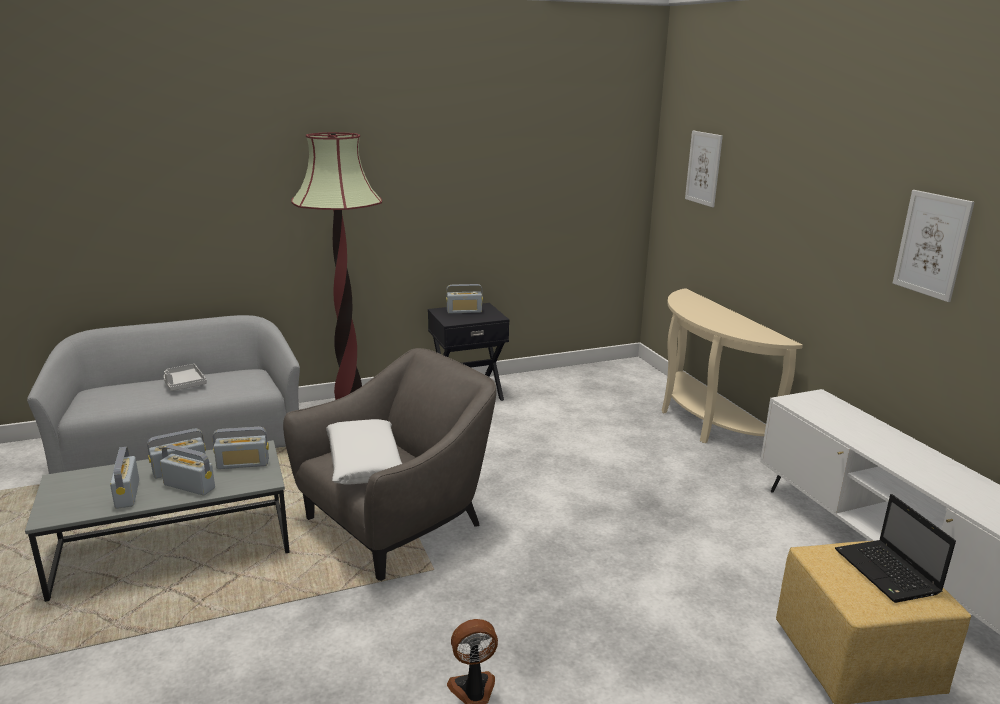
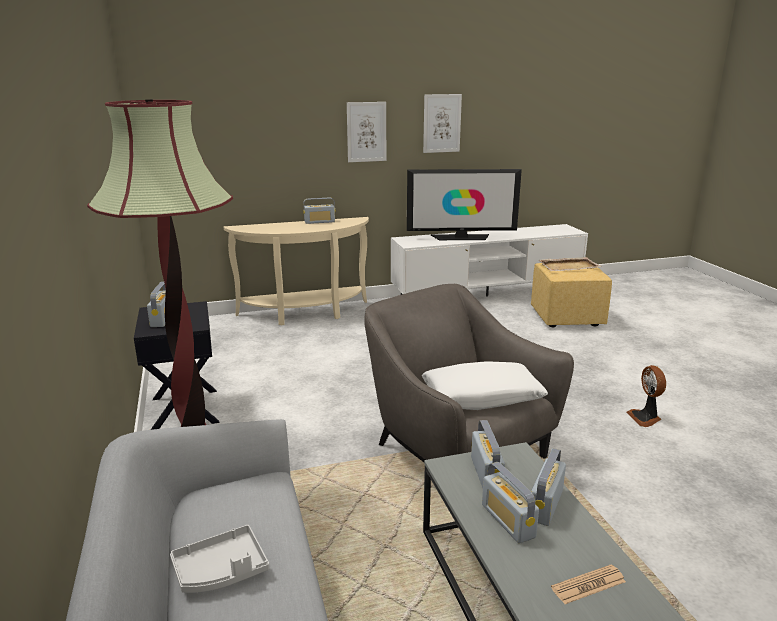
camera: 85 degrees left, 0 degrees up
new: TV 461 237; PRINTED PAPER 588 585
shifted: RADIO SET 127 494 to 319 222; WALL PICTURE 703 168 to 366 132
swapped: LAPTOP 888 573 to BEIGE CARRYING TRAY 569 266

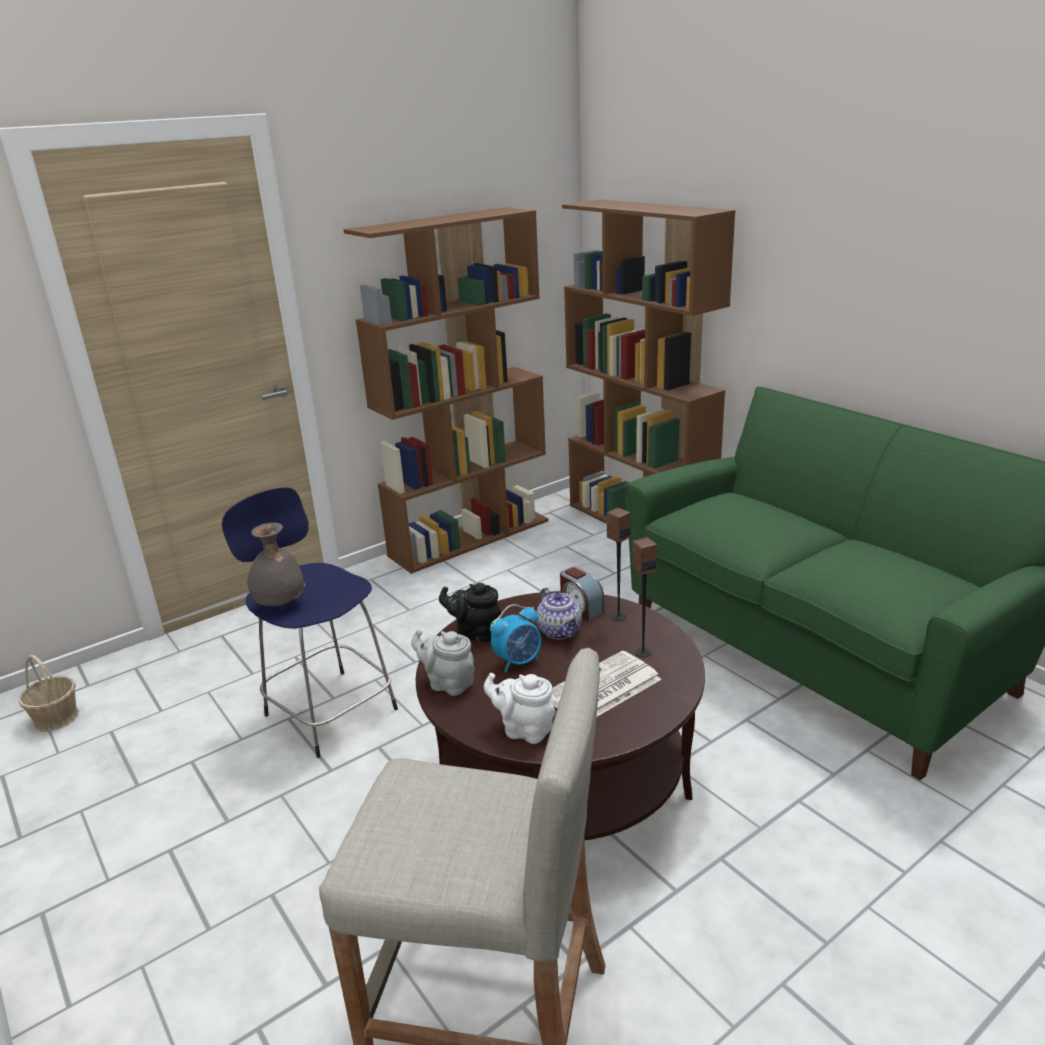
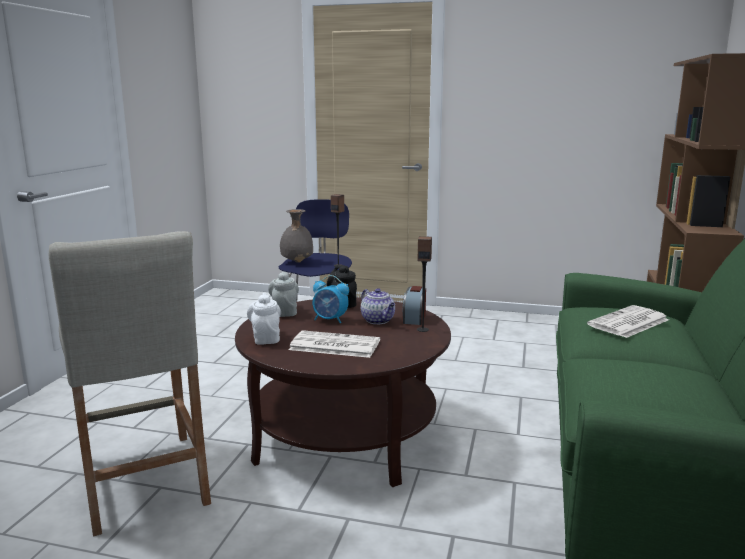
camera: 50 degrees right, 10 degrees down
gone: STORAGE BASKET 56 718; BROWN SHELVING UNIT 470 537
new: PRINTED PAPER 628 323
shifted: LOUDSPEAKER 643 652 to 338 265
rotated: POT FOR TEA 560 631 = 378 320 60 degrees counterclockwise

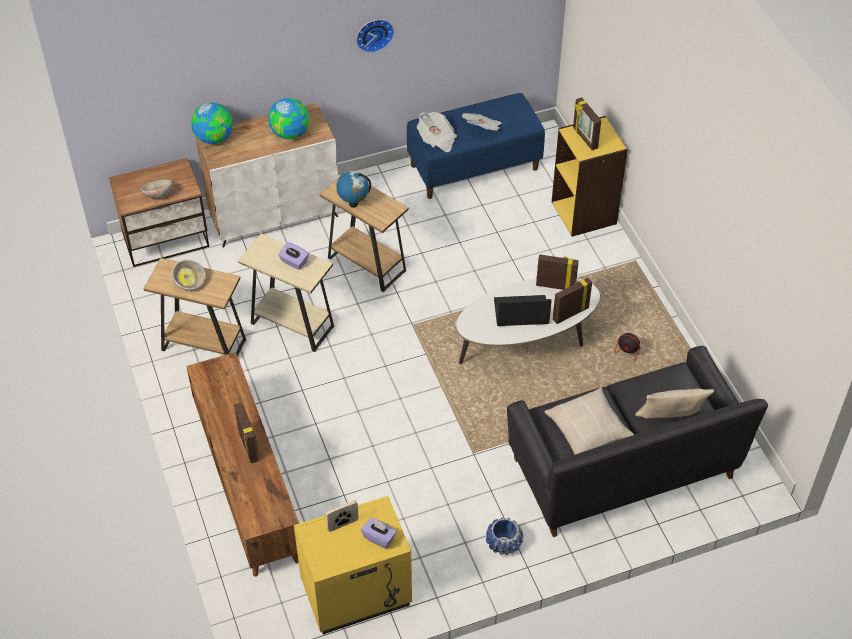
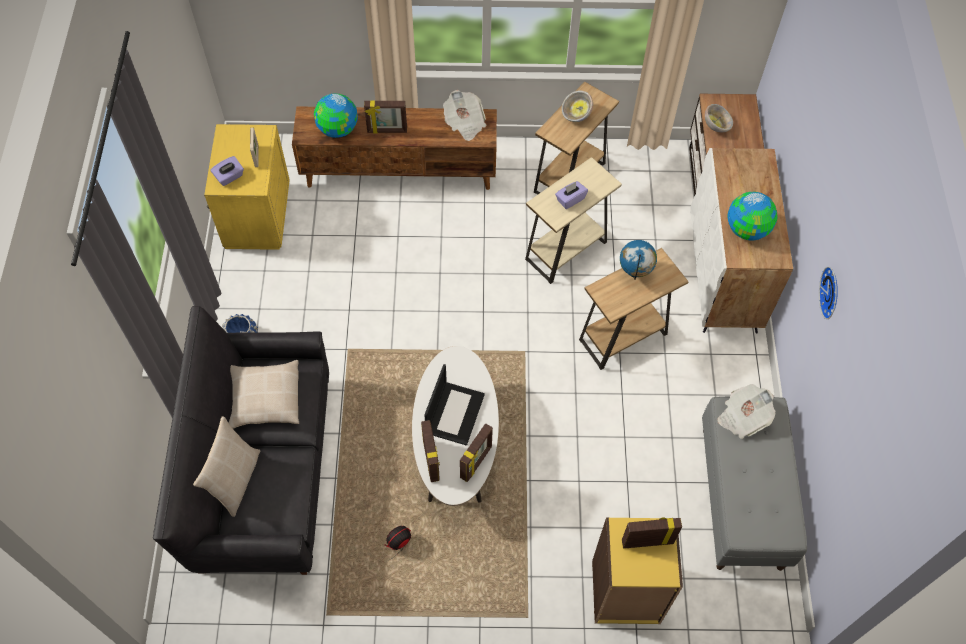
camera: 110 degrees right, 10 degrees up
shifted: DESK GLOBE 214 138 to 338 129; PRINTED PAPER 482 129 to 464 123
repainted: BLUISH LONG SEAT 474 167 to GRAY LONG SEAT 742 498

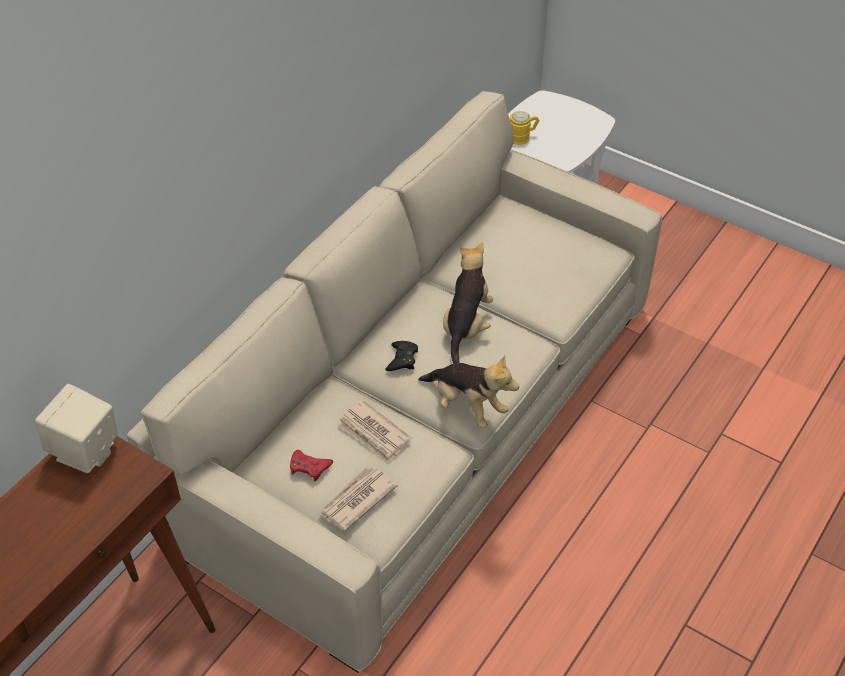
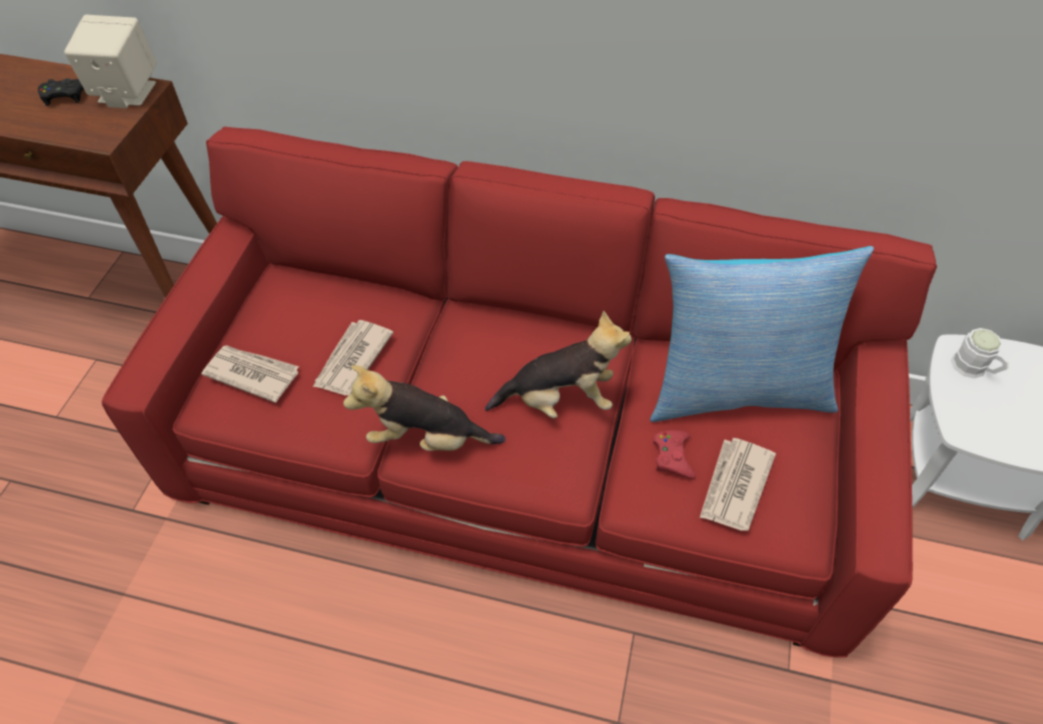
camera: 70 degrees right, 5 degrees up
new: THROW PILLOW 736 390; PRINTED PAPER 734 486
shifted: RED-COLOURED GAMEPAD 309 467 to 673 456; BLACKISH GAMEPAD 402 359 to 65 95
repainted: BEIGE COUCH 422 417 to RED-COLOURED COUCH 523 450; YELLOW-COLOURED COFFEE MUG 523 137 to WHITISH COFFEE MUG 974 369
rotated: PLUSH TOY 466 406 = 426 439 75 degrees clockwise

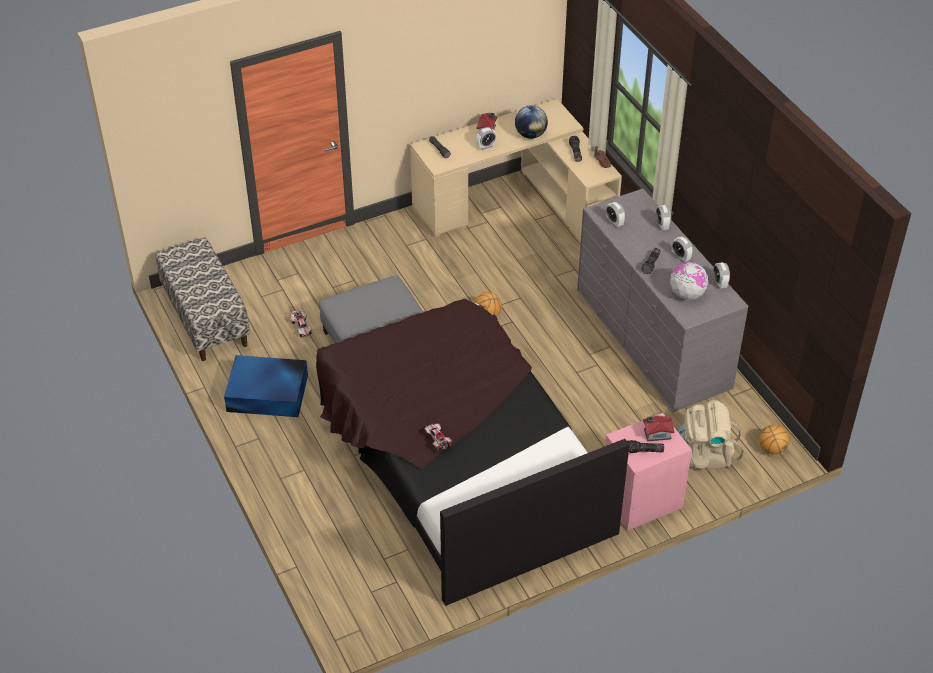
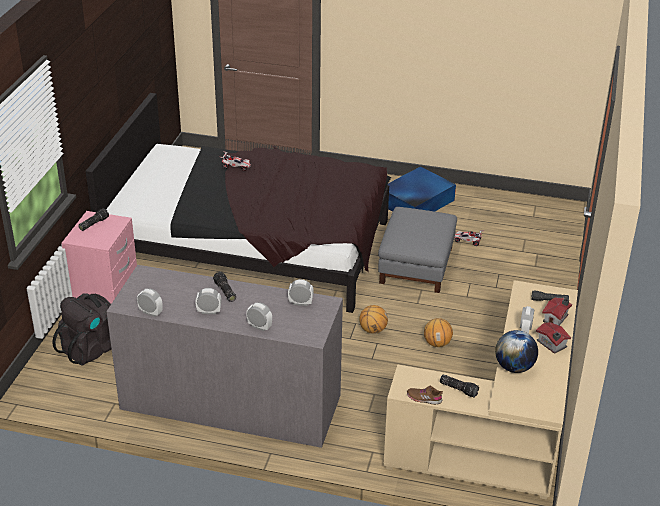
camera: 130 degrees right, 10 degrees down
gone: LONG SEAT 205 318; DESK GLOBE 687 294
shifted: TOY HOUSE 656 433 to 556 318; BALL FOR BASKETBALL 771 449 to 437 343
repainted: BEIGE KNAPSACK 704 455 to BLACKISH KNAPSACK 91 348

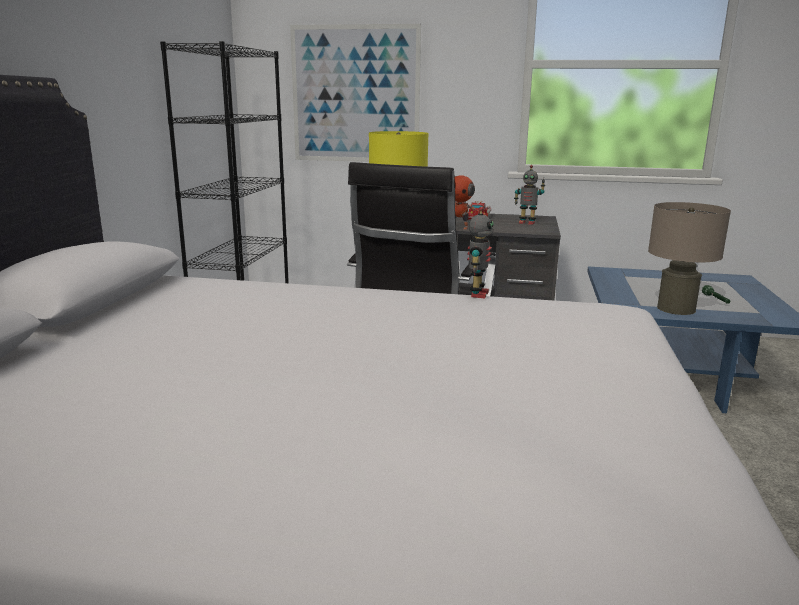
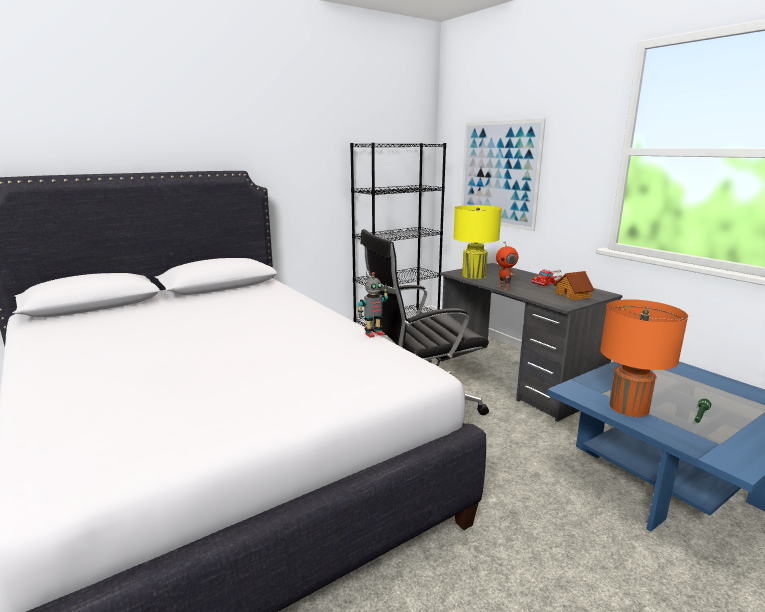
camera: 45 degrees right, 0 degrees up
swapped: MODEL ROBOT 527 223 to TOY HOUSE 573 295
repainted: BEIGE TABLETOP LAMP 676 309 to ORANGE TABLETOP LAMP 628 407

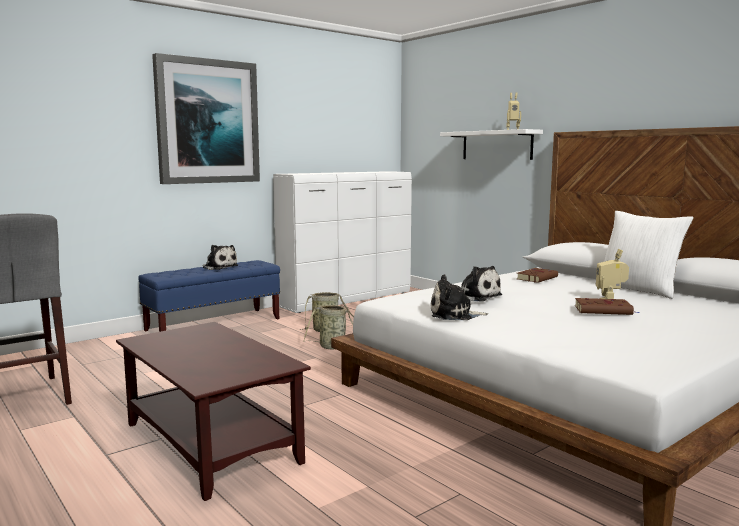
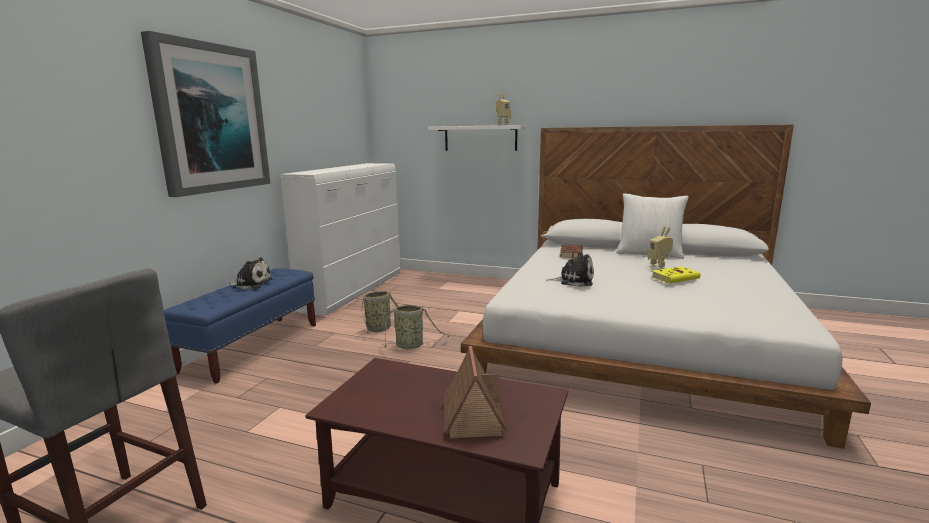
camera: 30 degrees left, 5 degrees up
gone: PLUSH TOY 454 315
new: TOY HOUSE 472 416
repainted: BROWN BOOK 604 310 to YELLOW-COLOURED BOOK 676 278

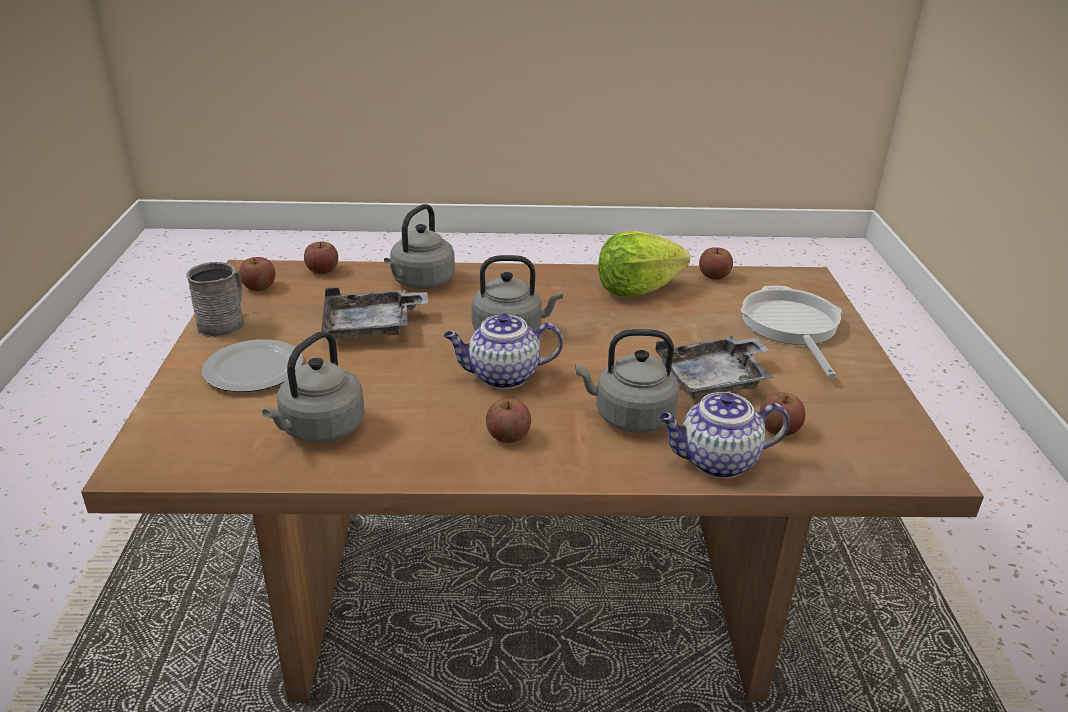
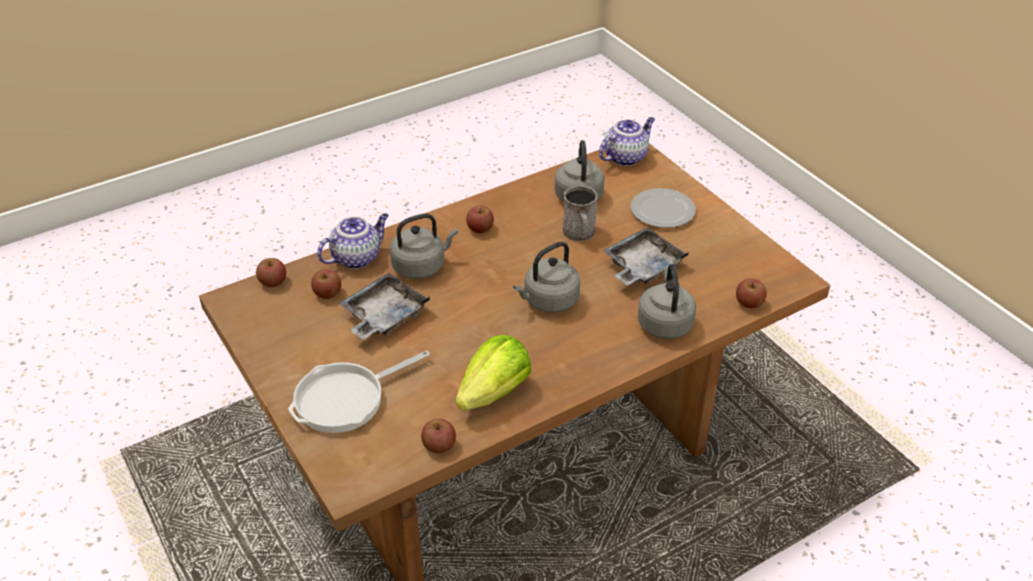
camera: 150 degrees right, 10 degrees up
shifted: GRAY COFFEE MUG 225 323 to 580 234; WHOLE APPLE 259 287 to 273 282; POT FOR TEA 502 376 to 625 157
rotated: FRYING PAN 791 327 = 346 399 90 degrees clockwise

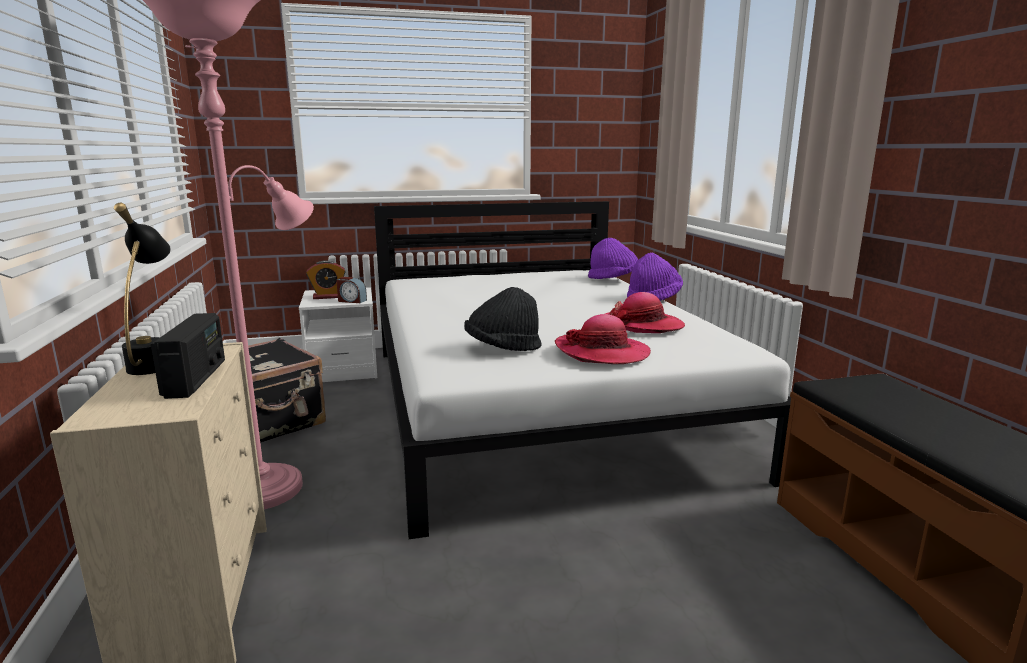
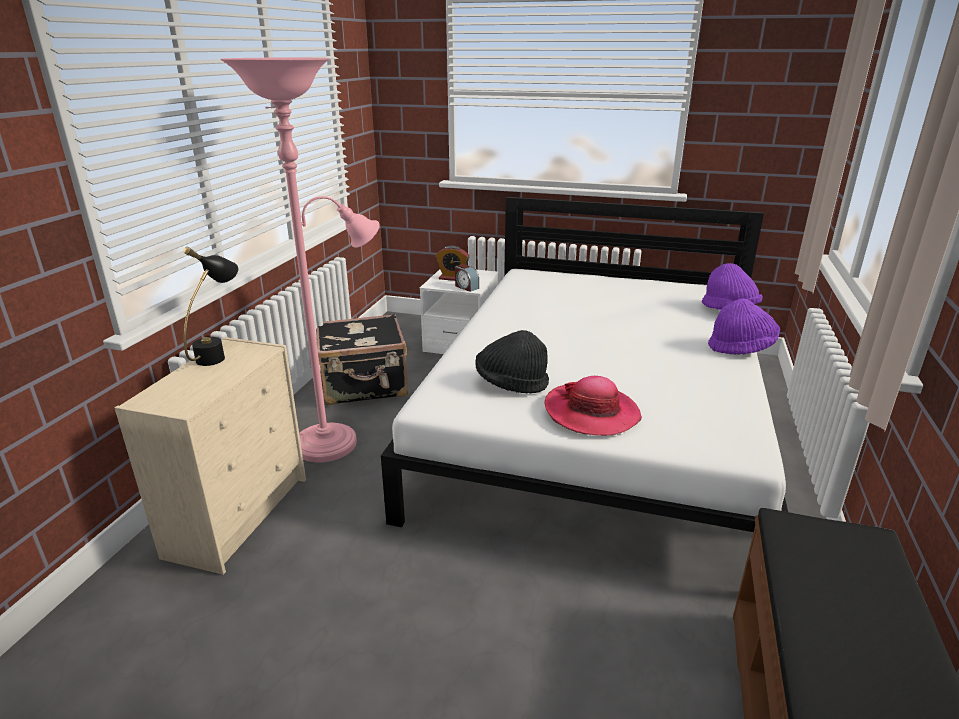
camera: 30 degrees right, 10 degrees up
gone: RADIO SET 196 379; WEARABLE HAT 642 325

